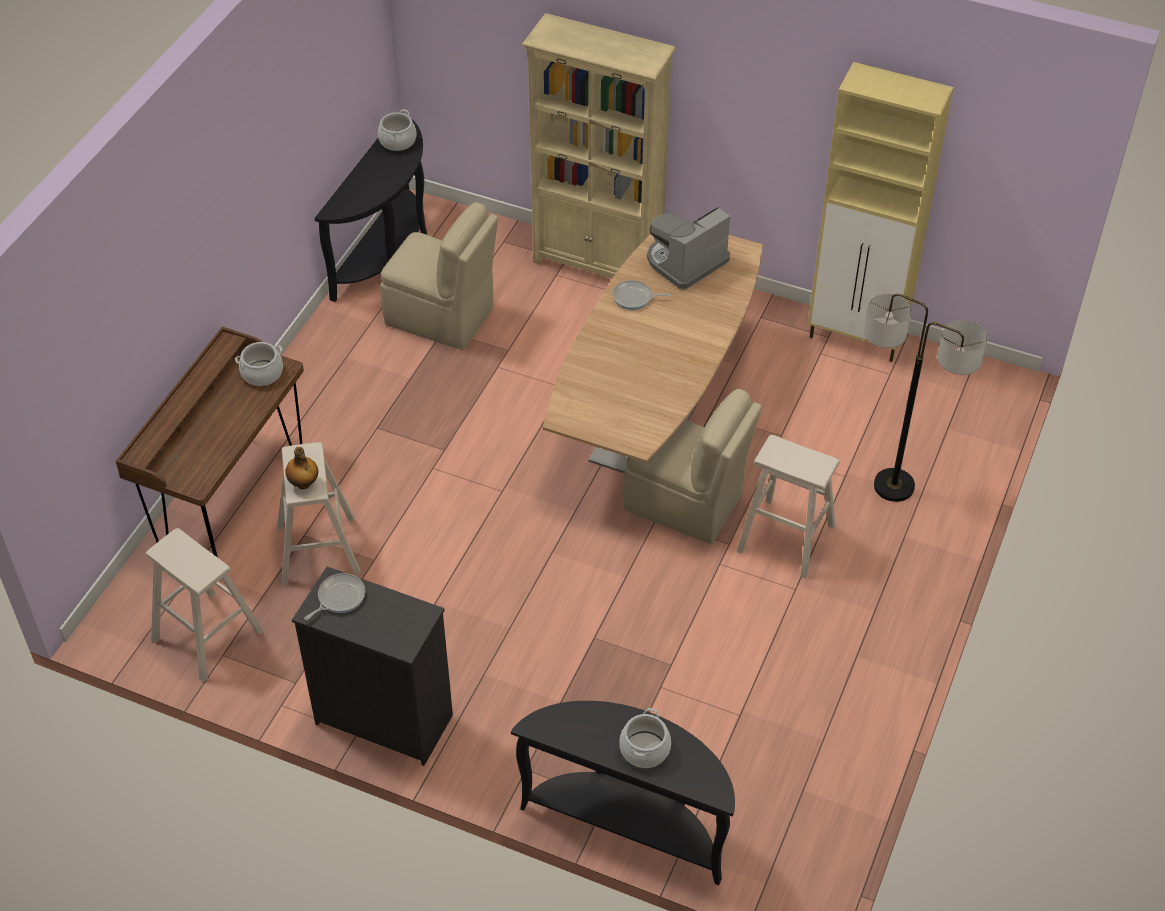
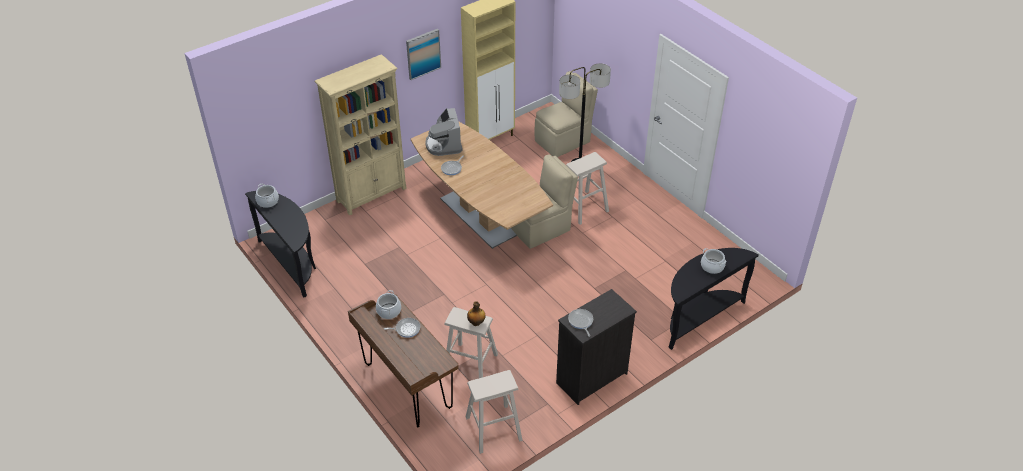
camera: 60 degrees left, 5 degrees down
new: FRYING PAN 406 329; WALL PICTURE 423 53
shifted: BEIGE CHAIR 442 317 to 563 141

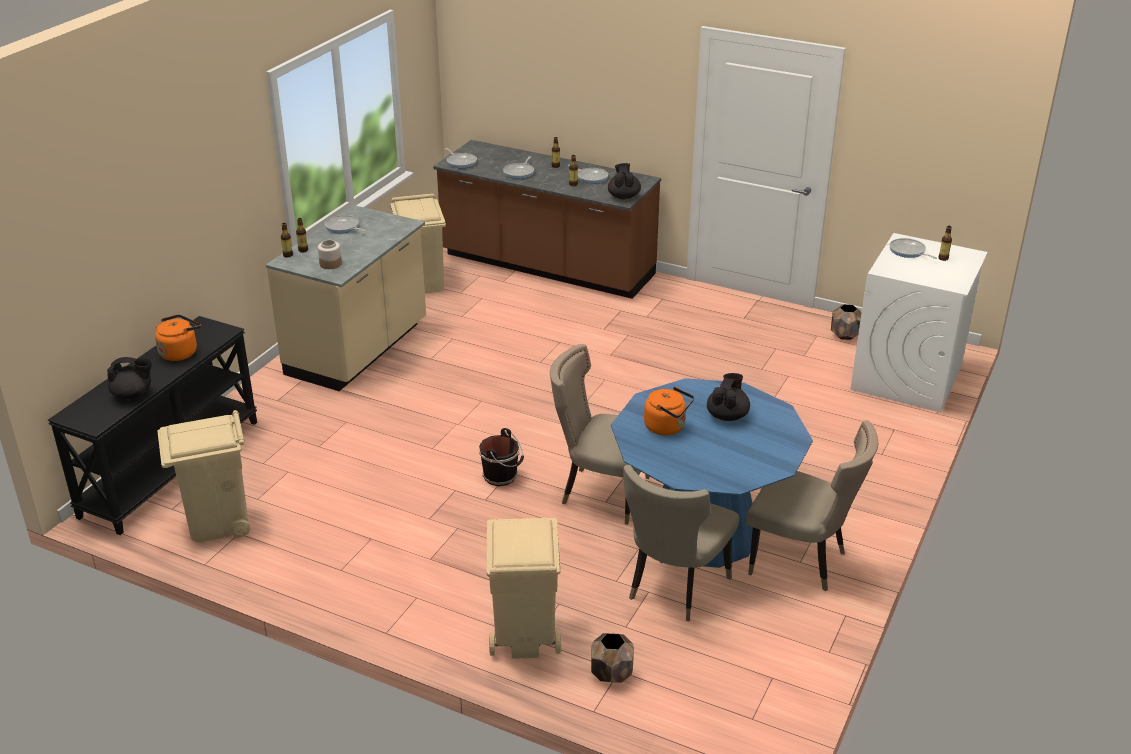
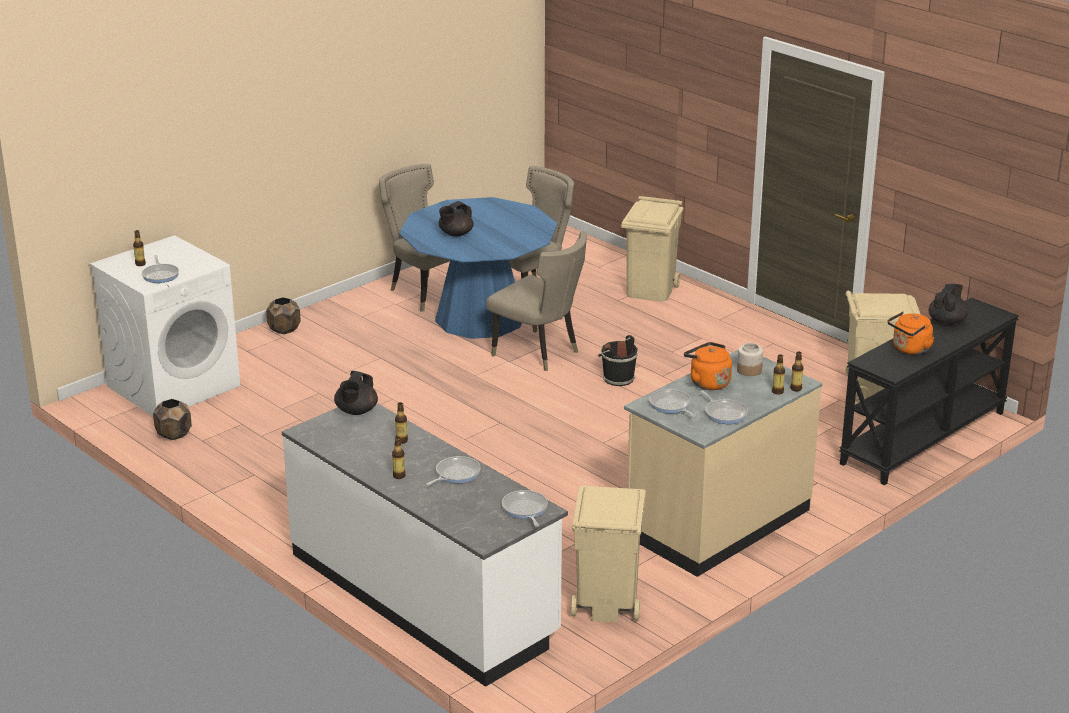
camera: 160 degrees left, 5 degrees down
shifted: FRYING PAN 591 177 to 671 406; BROWN PLANTER 612 673 to 284 330; ORANGE KETTLE 667 427 to 707 382
repainted: BROWN KITCHEN BASE UNIT 547 266 to WHITISH KITCHEN BASE UNIT 423 596
rotated: BLACKISH POT FOR TEA 133 394 = 947 321 105 degrees clockwise

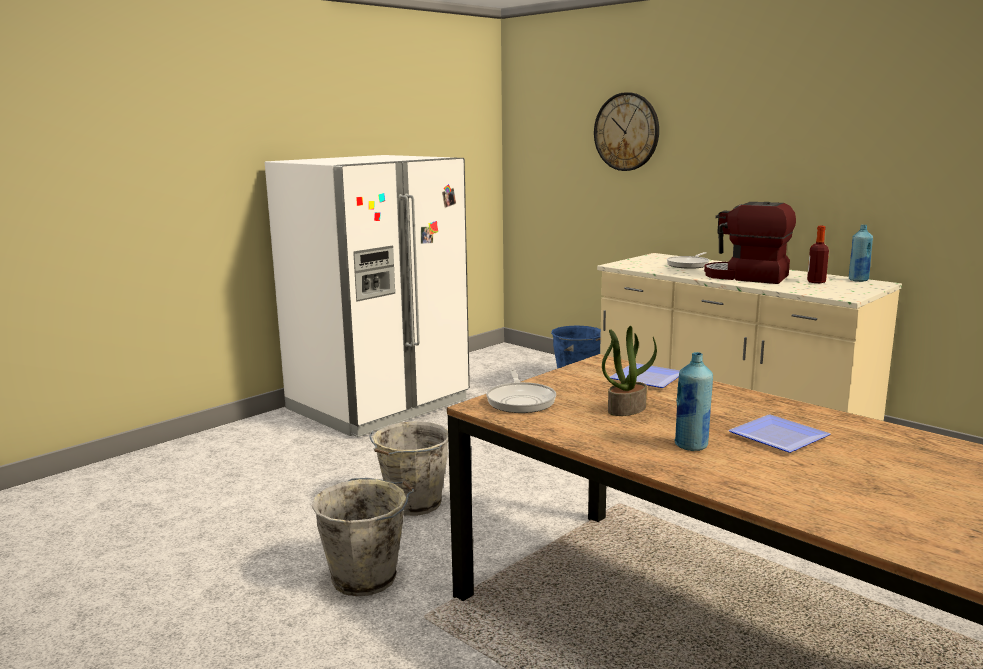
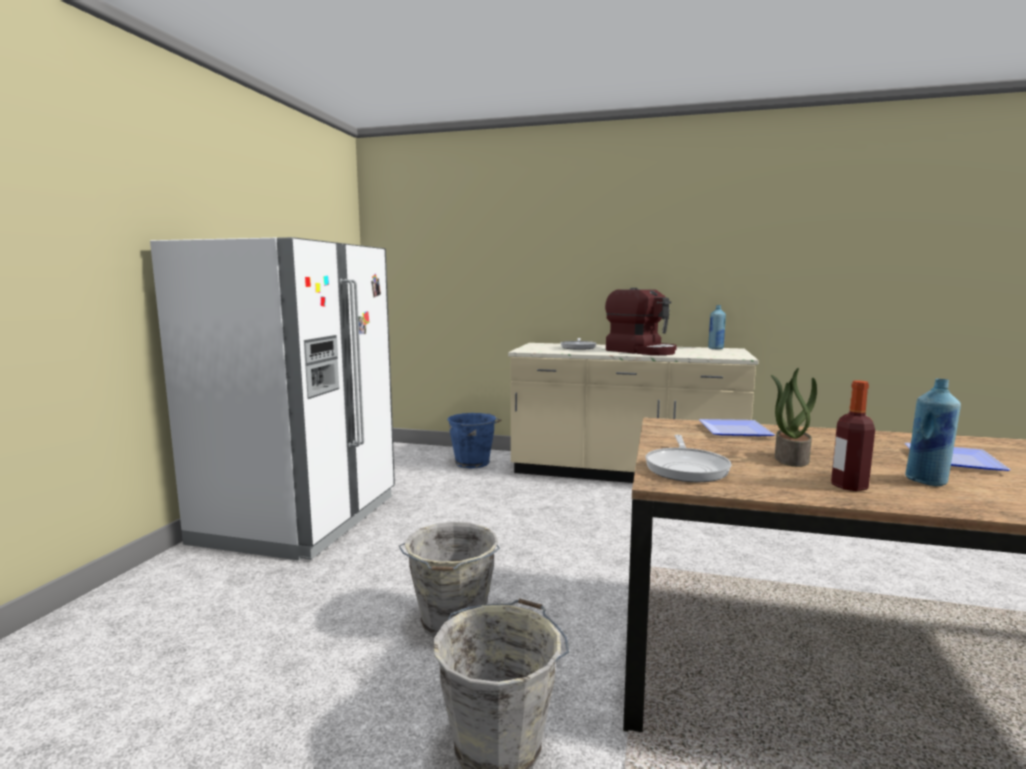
camera: 30 degrees left, 5 degrees down
gone: HANGING CLOCK 626 132
shifted: DRINK BOTTLE 816 282 to 849 486
rotated: FRYING PAN 521 400 = 686 468 45 degrees clockwise; COFFEE MAKER 746 277 = 641 351 135 degrees counterclockwise

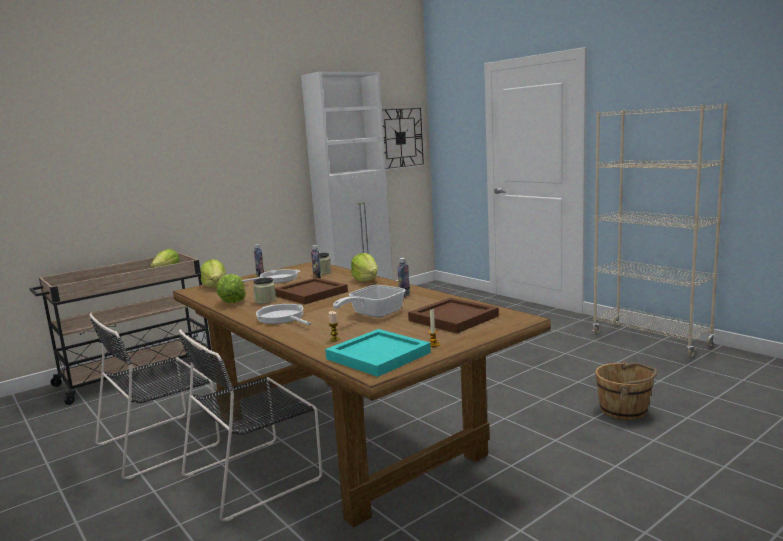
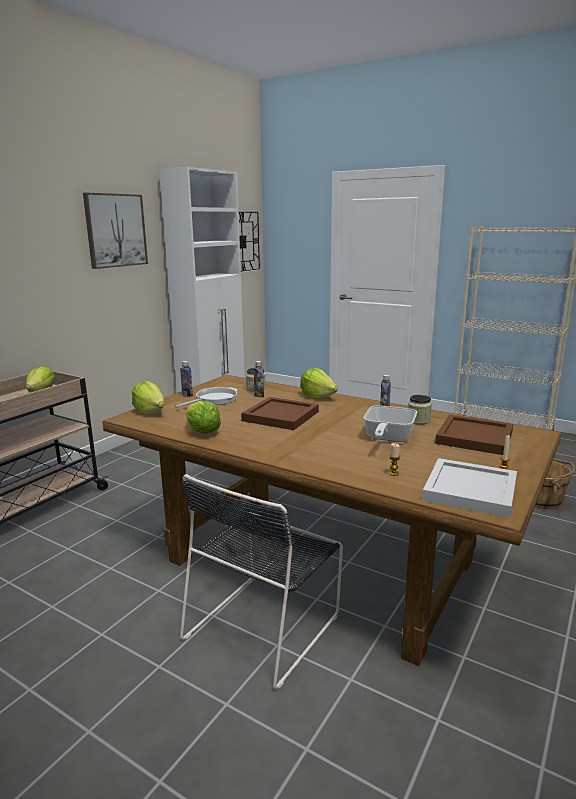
camera: 20 degrees left, 5 degrees up
gone: BLACKISH CHAIR 162 443; FRYING PAN 282 318
new: WALL PICTURE 115 230
shifted: JAR 265 301 to 418 420
repainted: TURQUOISE-COLOURED CARRYING TRAY 380 355 to WHITISH CARRYING TRAY 472 490

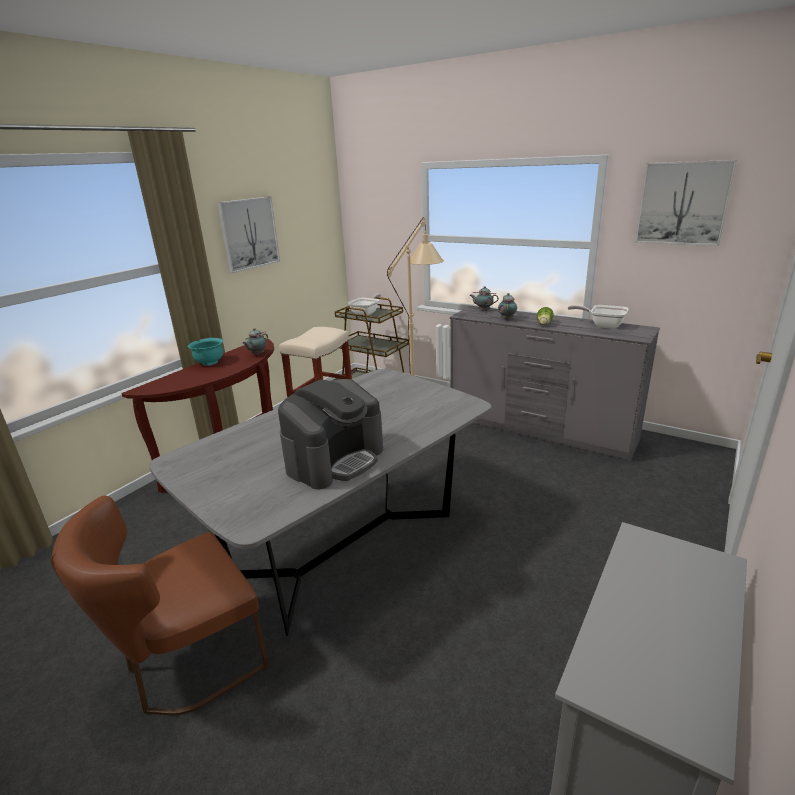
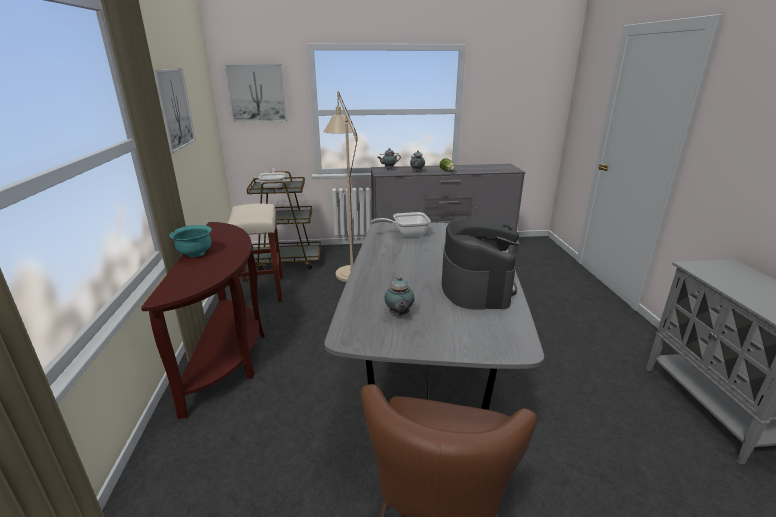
camera: 40 degrees left, 0 degrees up
shifted: POT FOR TEA 257 354 to 399 314; FRYING PAN 602 325 to 406 234; WALL PICTURE 683 203 to 257 93

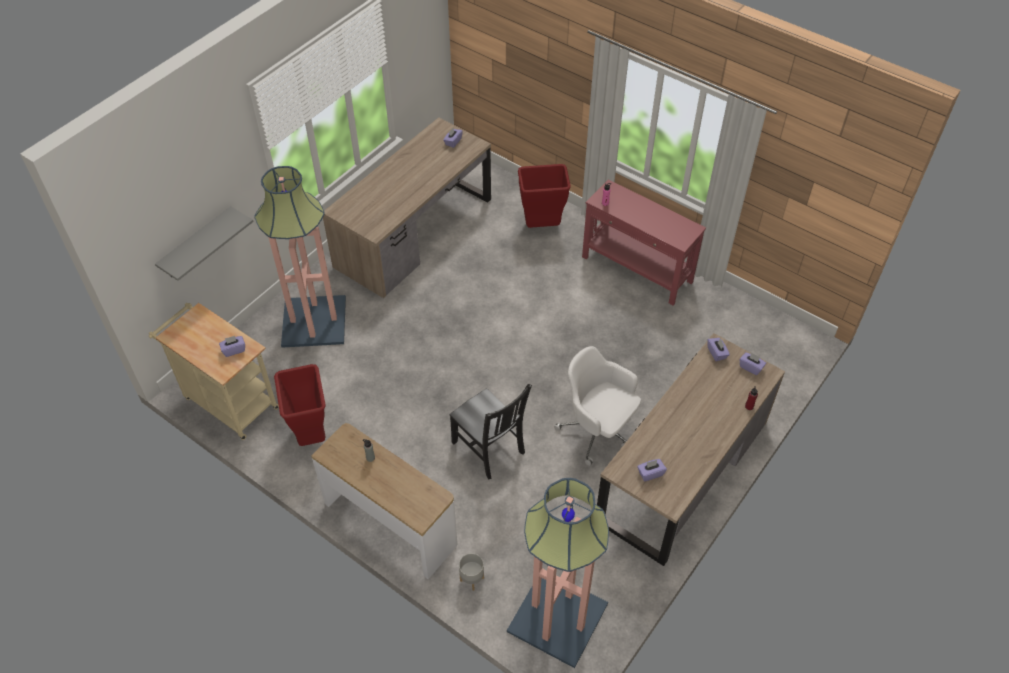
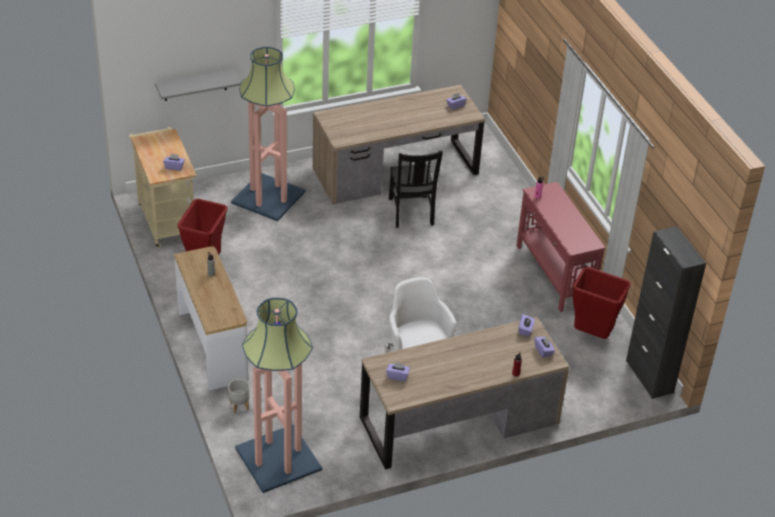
camera: 30 degrees right, 10 degrees down
new: BLACKISH CABINET 649 376
shifted: BLACKISH CHAIR 489 449 to 411 213; RED-COLOURED RUBBISH BIN 541 227 to 591 335

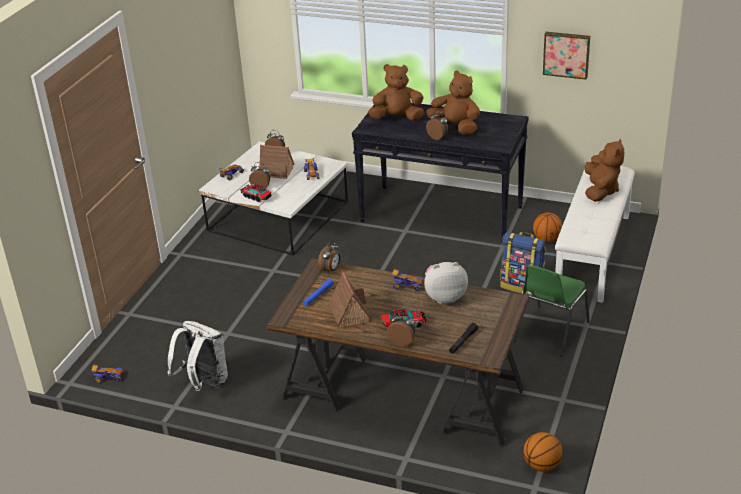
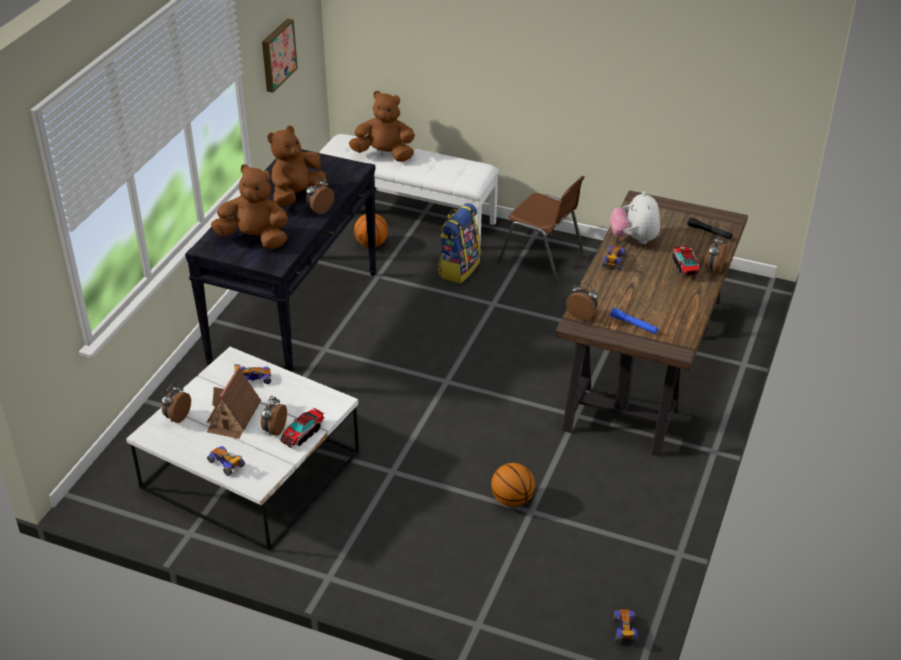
camera: 90 degrees left, 5 degrees up
gone: WHITISH KNAPSACK 204 383; TOY HOUSE 349 312
shifted: BALL FOR BASKETBALL 541 465 to 512 500
repainted: GREEN-COLOURED CHAIR 549 332 to BROWN CHAIR 542 259
rotated: BROWN PLUSH TOY 397 118 = 255 238 105 degrees clockwise

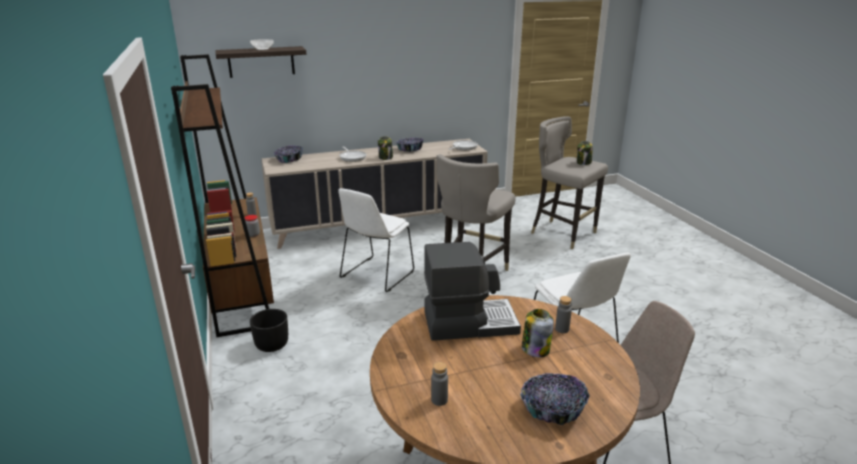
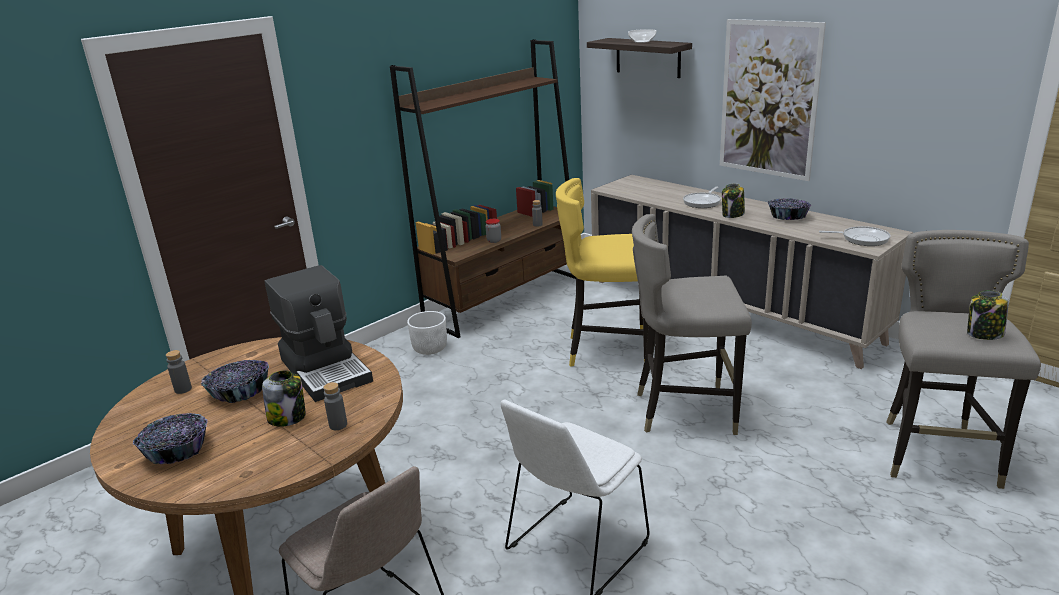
camera: 65 degrees right, 0 degrees up
new: WALL PICTURE 768 99
shifted: SERVING BOWL 289 159 to 240 392
swapped: WHITISH CHAIR 376 276 to YELLOW-COLOURED STOOL 607 351
repainted: BLACKISH PLANTER 272 344 to WHITISH PLANTER 430 348

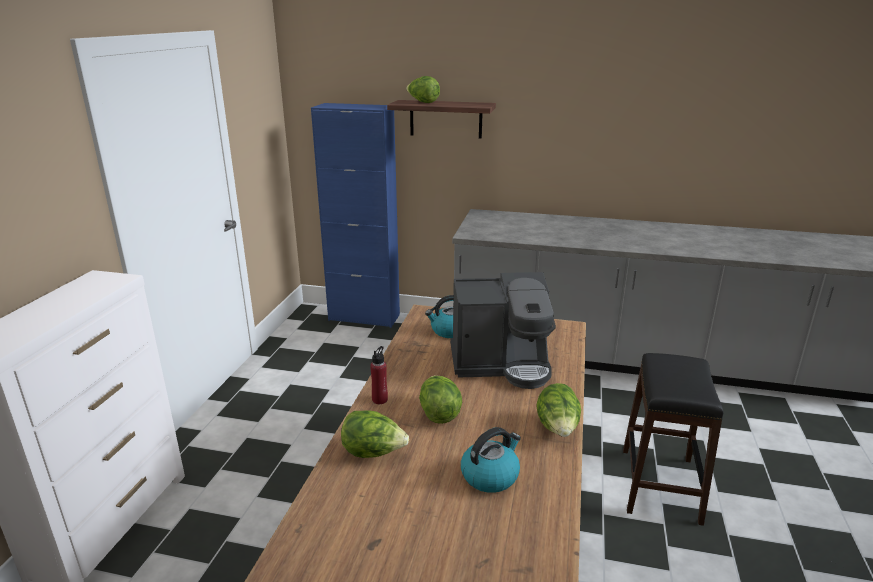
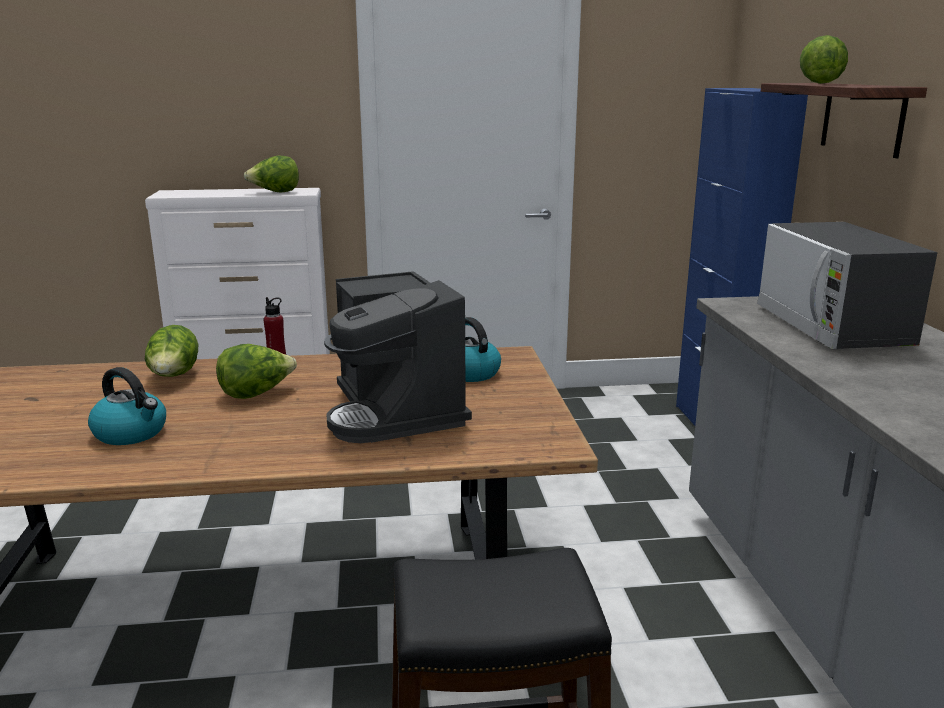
camera: 70 degrees right, 5 degrees down
new: MICROWAVE OVEN 832 327
shifted: LETTUCE 558 429 to 275 192

